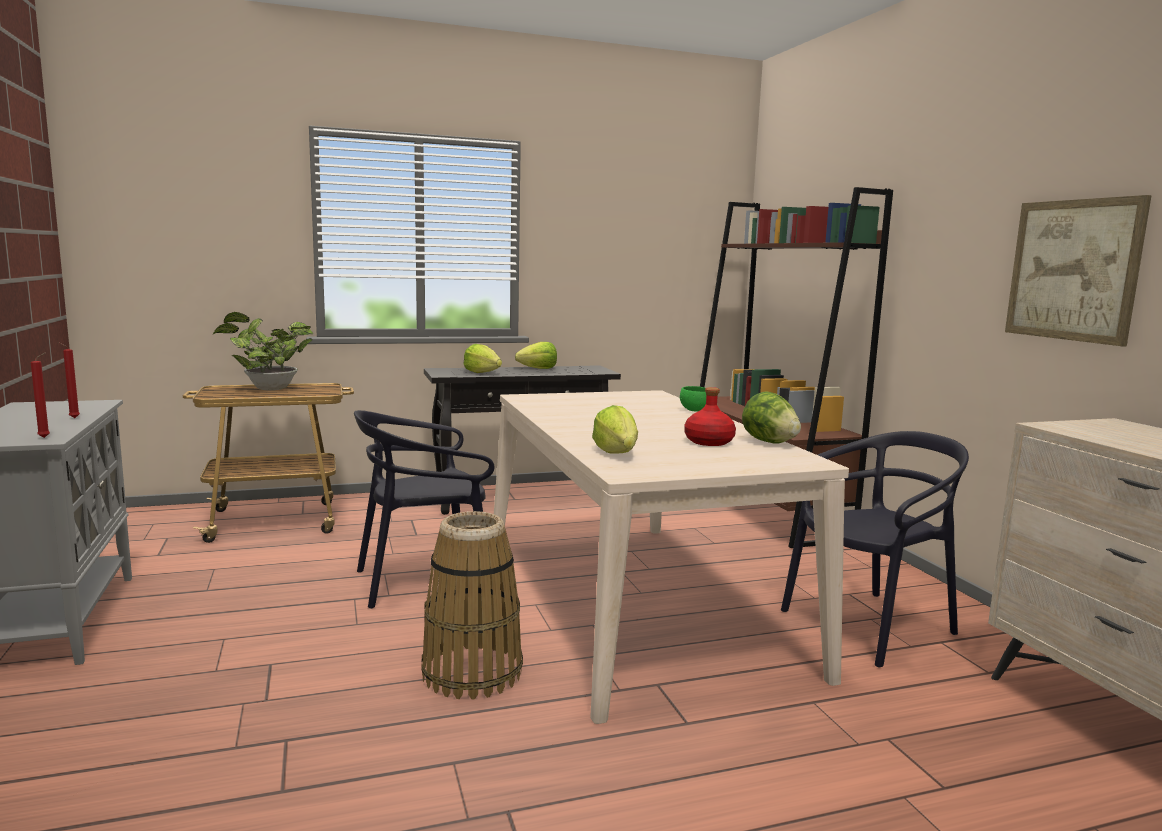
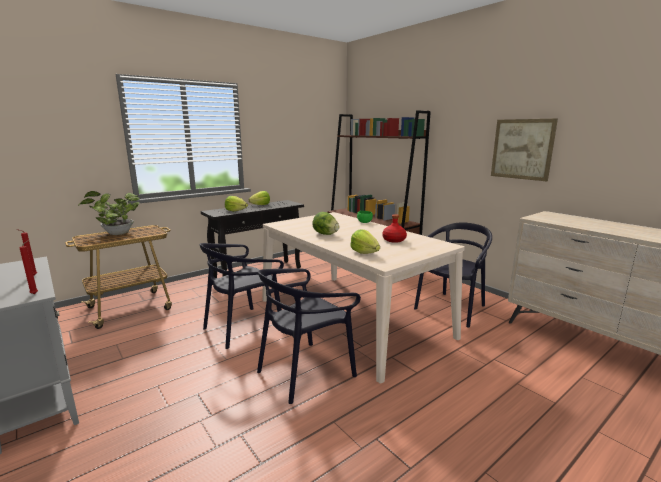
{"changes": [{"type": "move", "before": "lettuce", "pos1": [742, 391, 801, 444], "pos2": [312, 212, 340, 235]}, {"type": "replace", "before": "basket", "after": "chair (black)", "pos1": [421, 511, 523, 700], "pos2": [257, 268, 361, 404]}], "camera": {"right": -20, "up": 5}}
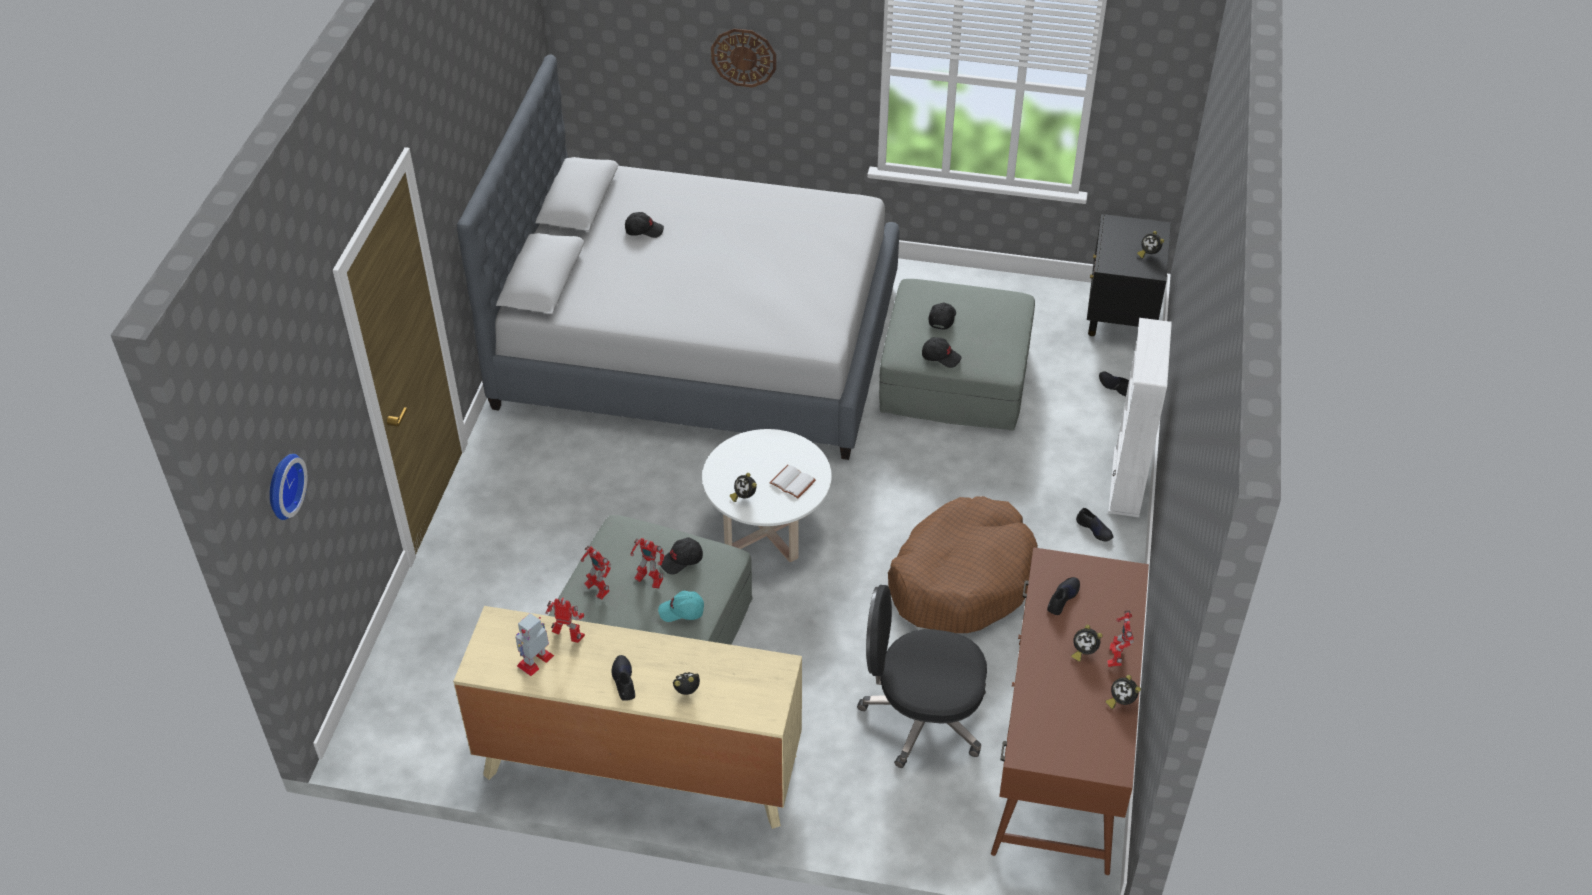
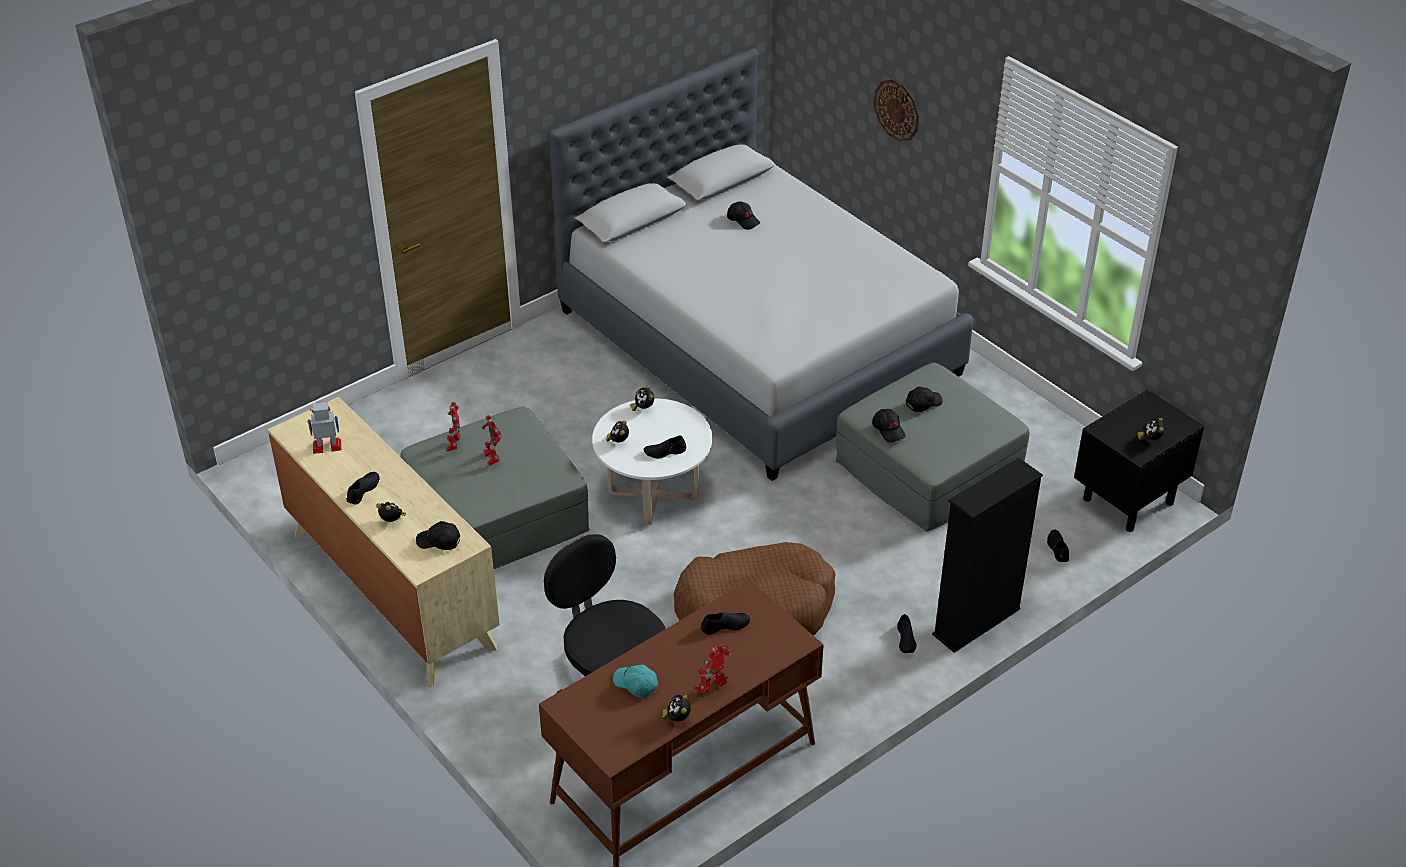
{"changes": [{"type": "delete", "before": "wall clock", "pos1": [270, 454, 307, 520]}, {"type": "delete", "before": "toy robot", "pos1": [545, 598, 585, 643]}, {"type": "move", "before": "cap (turquoise)", "pos1": [658, 591, 704, 622], "pos2": [613, 665, 658, 698]}, {"type": "move", "before": "cap (black)", "pos1": [659, 538, 703, 574], "pos2": [416, 521, 460, 550]}, {"type": "move", "before": "alarm clock", "pos1": [1071, 625, 1102, 662], "pos2": [630, 386, 654, 411]}, {"type": "replace", "before": "book (white)", "after": "shoe (black)", "pos1": [770, 465, 816, 499], "pos2": [643, 436, 686, 458]}, {"type": "recolor", "before": "bookcase (white)", "after": "bookcase (black)", "pos1": [1108, 318, 1172, 517], "pos2": [932, 458, 1043, 653]}], "camera": {"right": 40, "up": -5}}
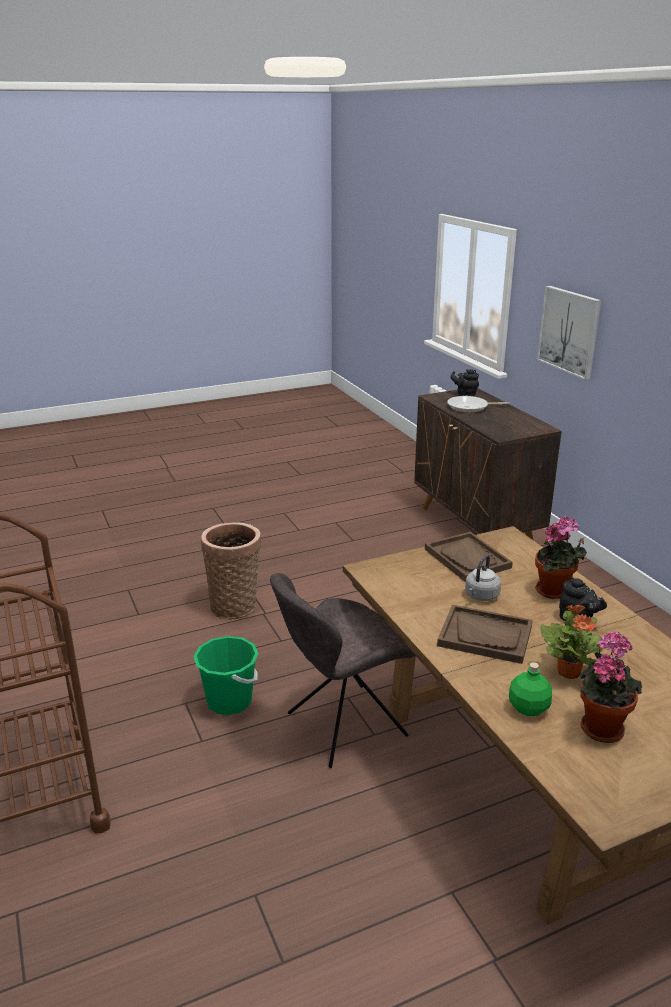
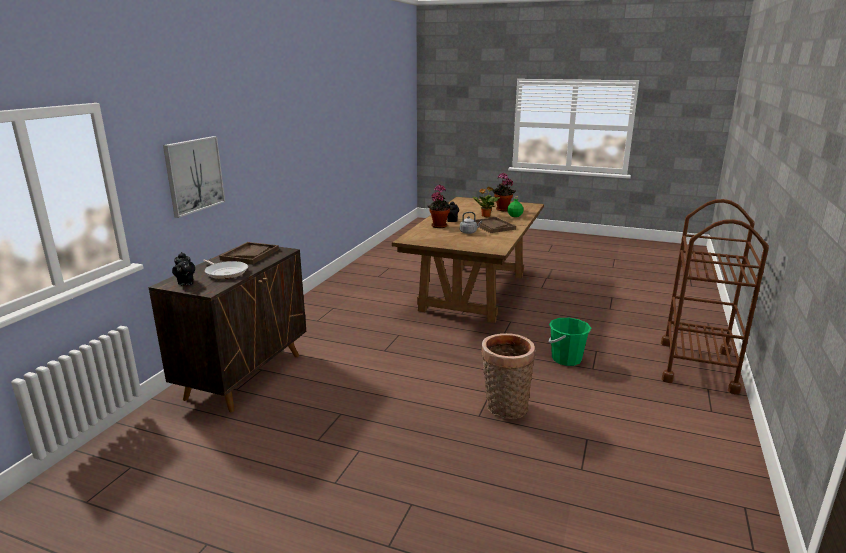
{"changes": [{"type": "delete", "before": "chair (grey)", "pos1": [270, 573, 415, 768]}, {"type": "move", "before": "tray (brown)", "pos1": [425, 532, 513, 582], "pos2": [219, 242, 279, 264]}], "camera": {"right": -135, "up": -5}}
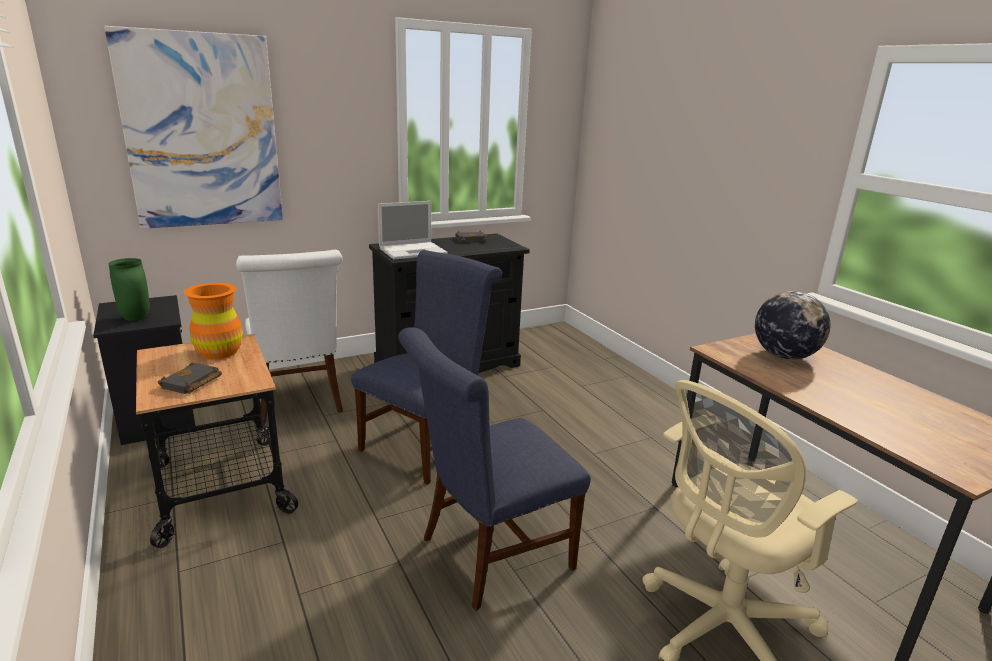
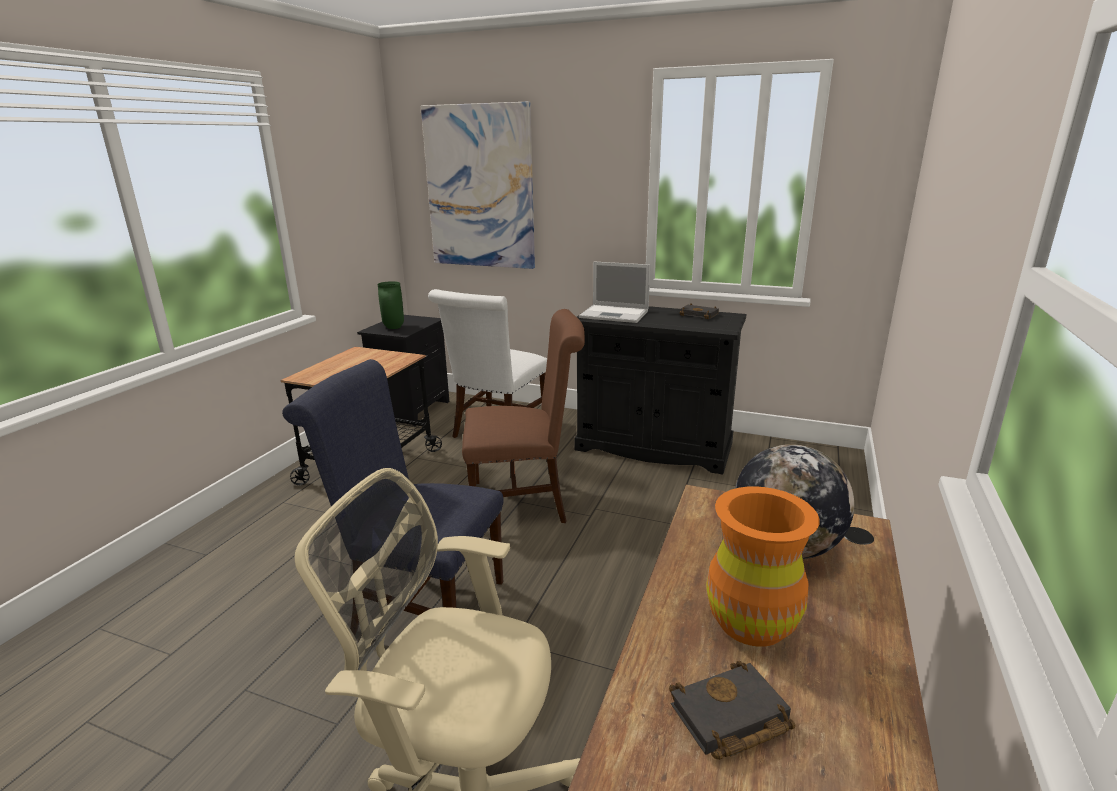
{"changes": [{"type": "move", "before": "book (black)", "pos1": [158, 362, 222, 394], "pos2": [669, 661, 795, 760]}, {"type": "move", "before": "vase (orange)", "pos1": [184, 283, 243, 359], "pos2": [706, 486, 820, 647]}, {"type": "recolor", "before": "chair (blue)", "after": "chair (brown)", "pos1": [351, 250, 502, 485], "pos2": [462, 309, 585, 523]}], "camera": {"right": 50, "up": 0}}
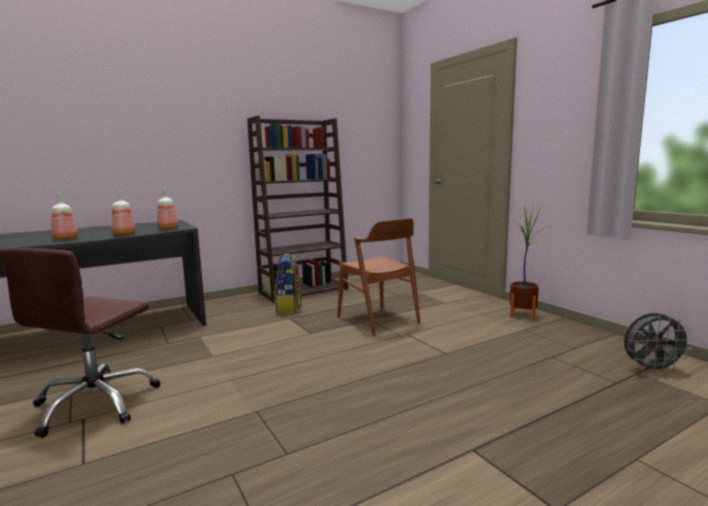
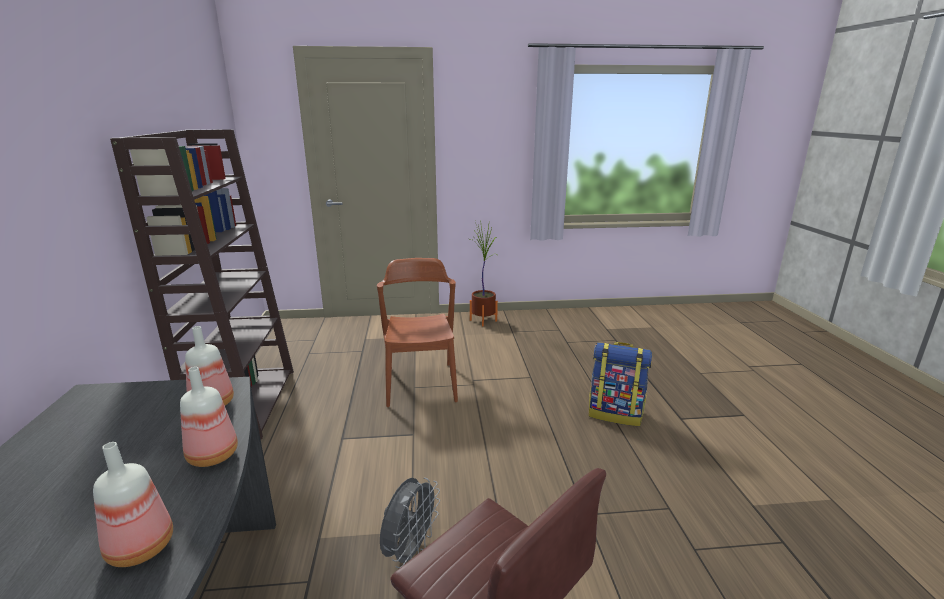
{"changes": [{"type": "move", "before": "backpack", "pos1": [274, 253, 302, 314], "pos2": [589, 342, 652, 426]}, {"type": "move", "before": "fan (grey)", "pos1": [624, 313, 693, 374], "pos2": [380, 477, 440, 568]}, {"type": "rotate", "before": "chair (brown)", "pos1": [337, 218, 421, 336], "pos2": [377, 258, 458, 407], "turn": -90}], "camera": {"right": -65, "up": 10}}
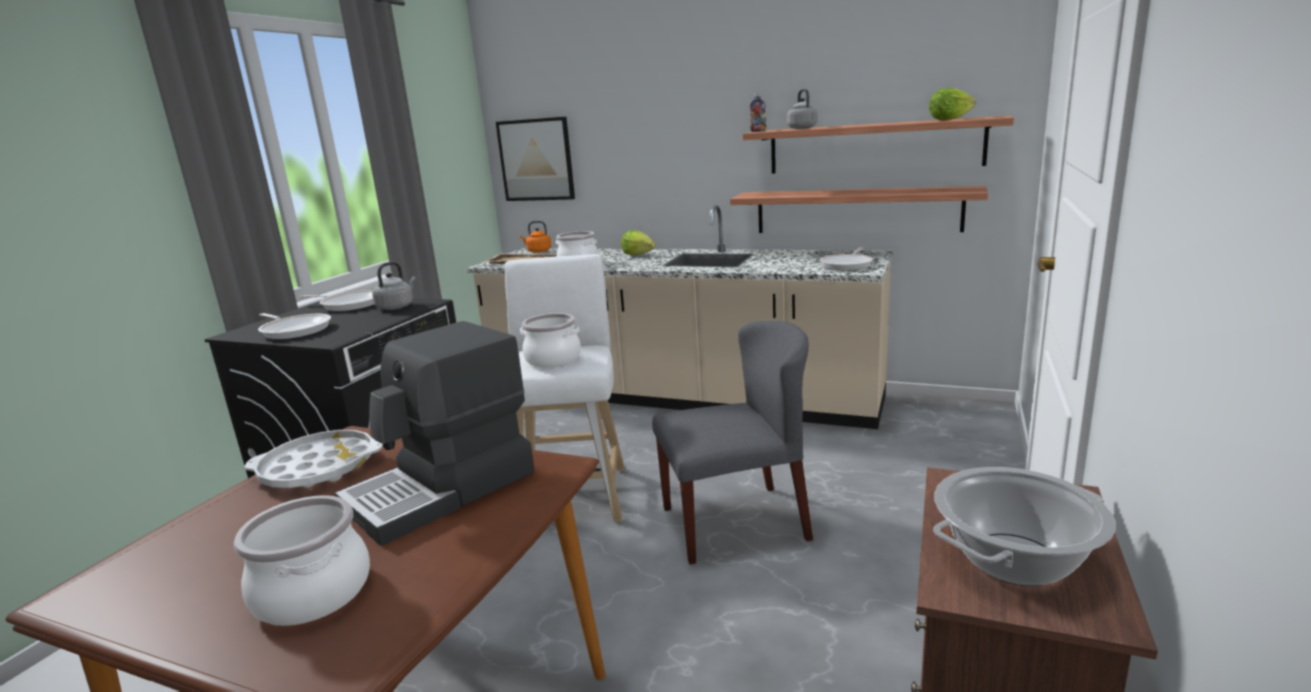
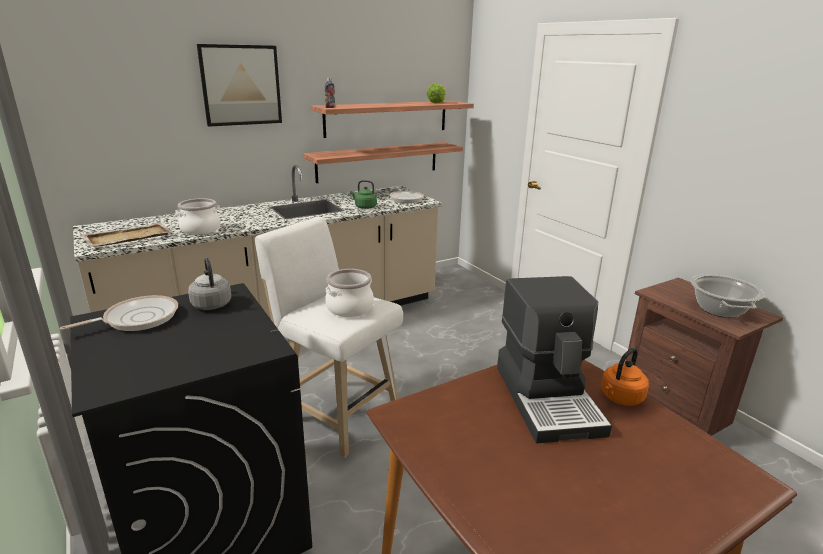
{"changes": [{"type": "delete", "before": "cooking pot", "pos1": [234, 495, 370, 626]}, {"type": "delete", "before": "tray (white)", "pos1": [245, 430, 383, 488]}, {"type": "delete", "before": "frying pan", "pos1": [258, 313, 331, 339]}, {"type": "delete", "before": "lettuce", "pos1": [621, 230, 656, 256]}, {"type": "delete", "before": "chair (grey)", "pos1": [652, 321, 813, 564]}, {"type": "delete", "before": "kettle (grey)", "pos1": [787, 89, 818, 129]}, {"type": "insert", "after": "kettle (green)", "pos2": [350, 180, 377, 209]}, {"type": "move", "before": "picture", "pos1": [496, 117, 575, 201], "pos2": [197, 44, 282, 127]}, {"type": "move", "before": "kettle (orange)", "pos1": [520, 221, 551, 253], "pos2": [601, 348, 649, 405]}], "camera": {"right": -55, "up": 5}}
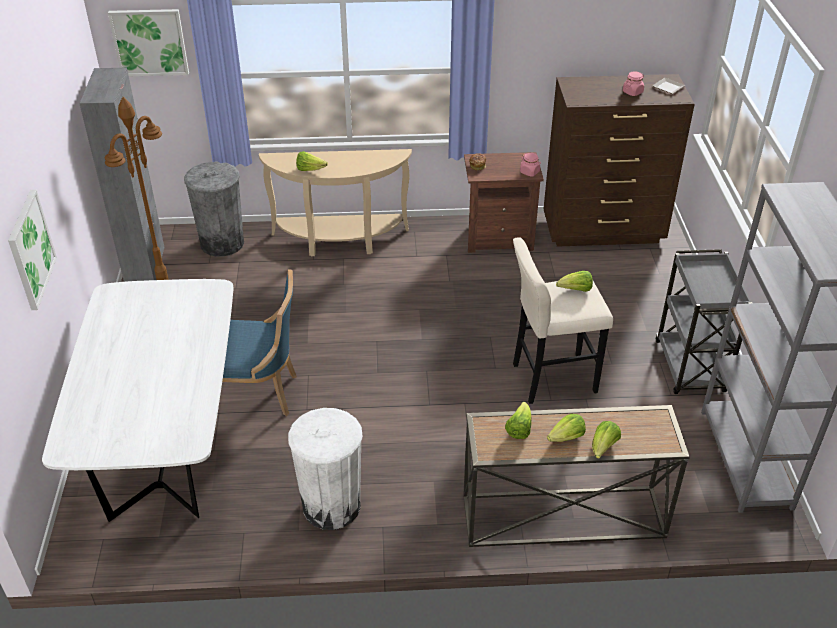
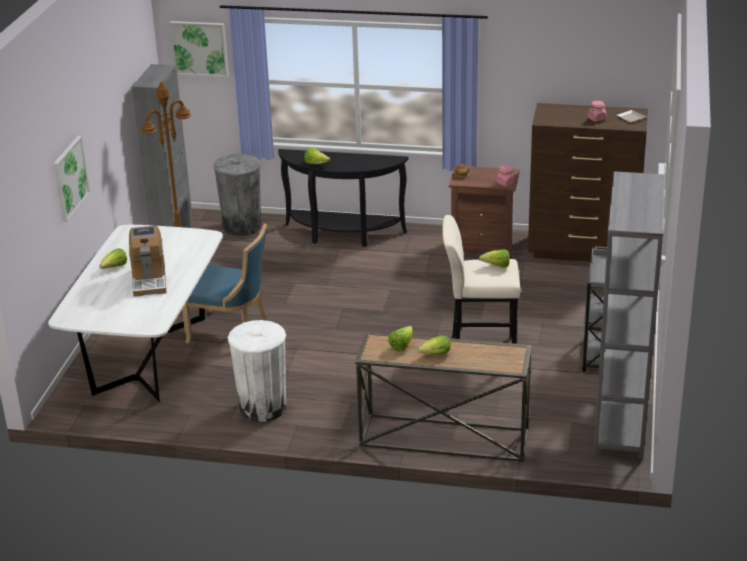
{"changes": [{"type": "insert", "after": "coffee machine", "pos2": [129, 225, 166, 297]}, {"type": "move", "before": "lettuce", "pos1": [592, 421, 621, 459], "pos2": [100, 248, 127, 269]}, {"type": "recolor", "before": "console table (beige)", "after": "console table (black)", "pos1": [259, 149, 412, 257], "pos2": [278, 149, 409, 247]}], "camera": {"right": 15, "up": -10}}
